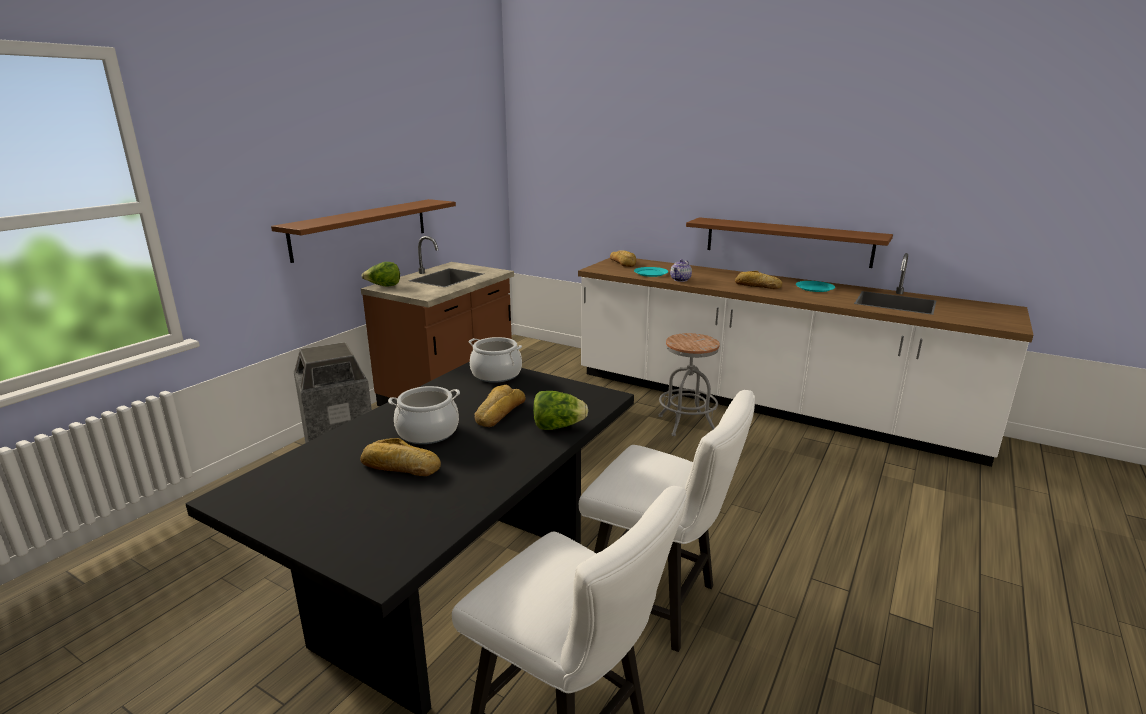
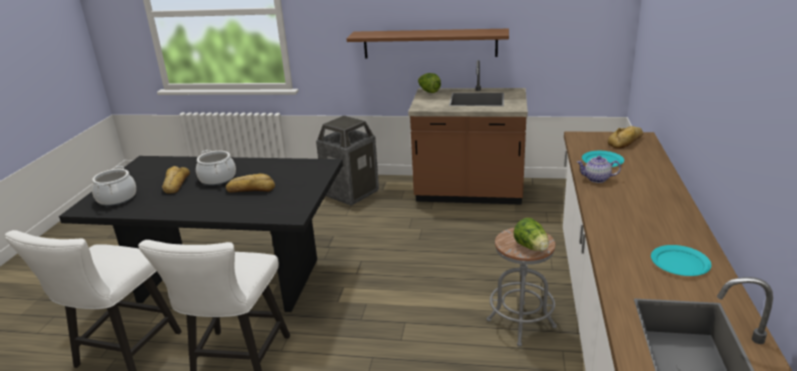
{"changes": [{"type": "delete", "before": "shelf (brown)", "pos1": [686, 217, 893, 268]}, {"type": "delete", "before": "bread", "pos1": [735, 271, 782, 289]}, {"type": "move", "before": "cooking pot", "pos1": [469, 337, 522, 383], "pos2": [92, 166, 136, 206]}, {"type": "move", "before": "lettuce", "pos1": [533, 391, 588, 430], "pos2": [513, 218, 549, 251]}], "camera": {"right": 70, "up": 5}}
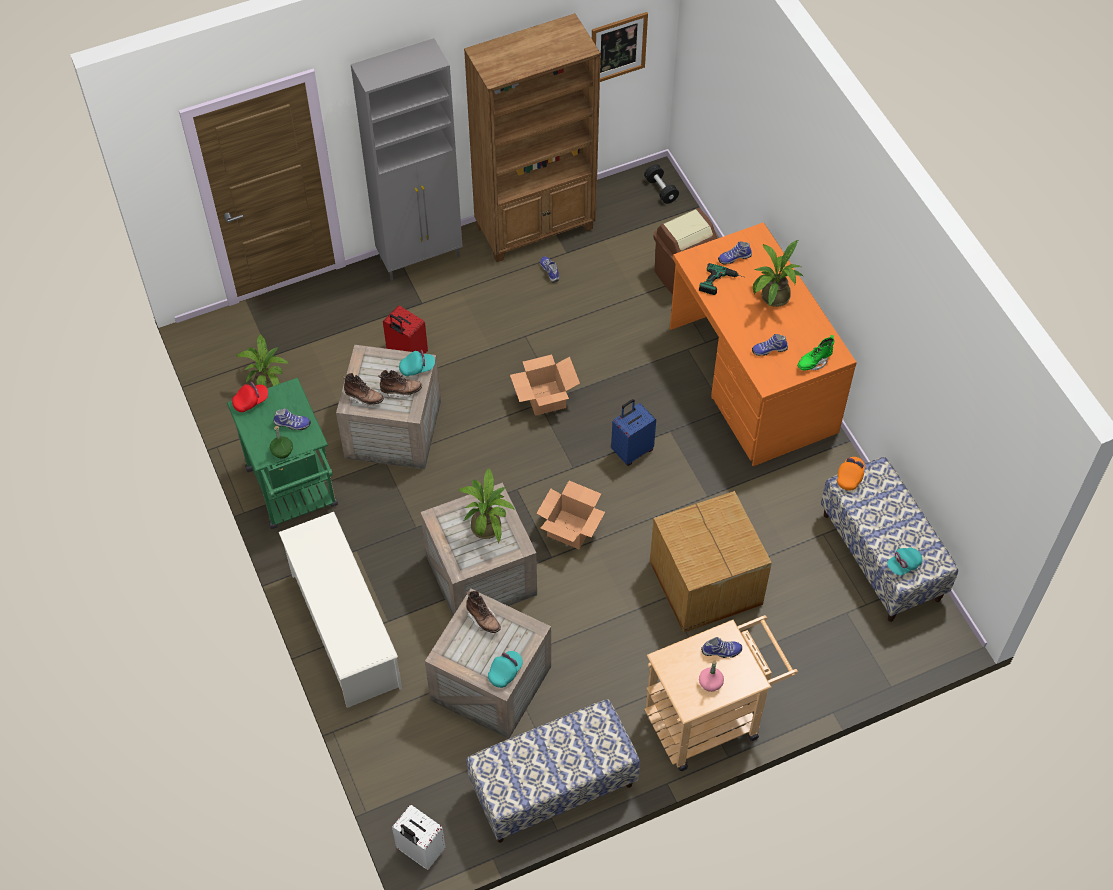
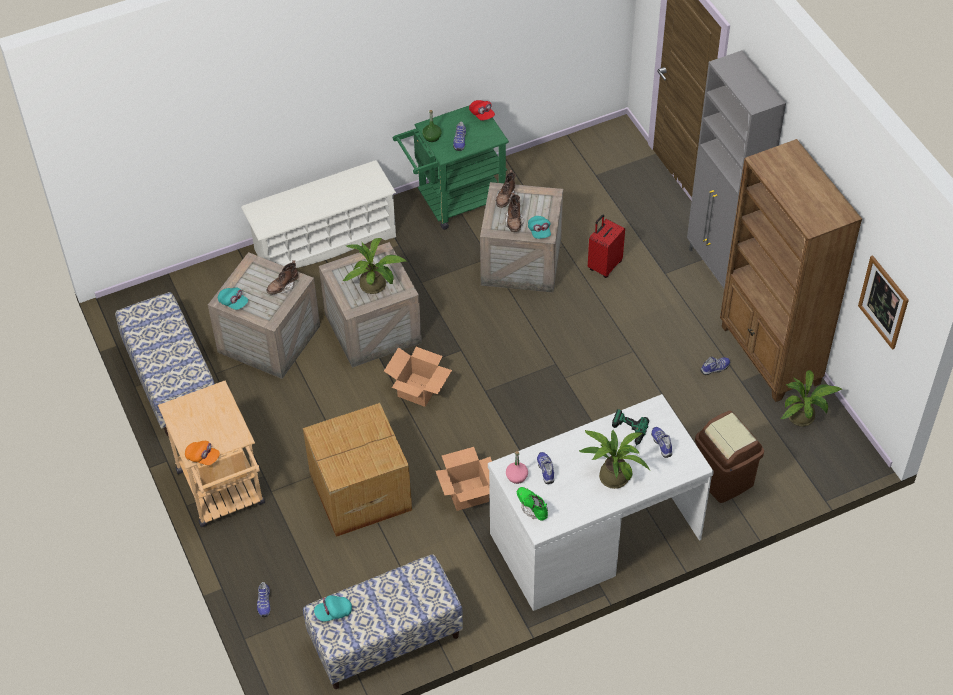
{"changes": [{"type": "delete", "before": "suitcase (white)", "pos1": [392, 805, 446, 870]}, {"type": "delete", "before": "suitcase (blue)", "pos1": [611, 399, 656, 466]}, {"type": "delete", "before": "dumbbell (black)", "pos1": [644, 164, 679, 204]}, {"type": "move", "before": "potted plant", "pos1": [236, 334, 289, 388], "pos2": [781, 370, 843, 426]}, {"type": "move", "before": "cardboard box", "pos1": [510, 354, 580, 416], "pos2": [436, 447, 492, 511]}, {"type": "move", "before": "bottle (pink)", "pos1": [699, 660, 724, 692], "pos2": [506, 451, 528, 484]}, {"type": "move", "before": "shoe", "pos1": [701, 637, 742, 658], "pos2": [257, 582, 271, 617]}, {"type": "move", "before": "cap (orange)", "pos1": [837, 457, 865, 491], "pos2": [185, 441, 220, 465]}, {"type": "recolor", "before": "desk (orange)", "after": "desk (white)", "pos1": [670, 222, 857, 466], "pos2": [488, 394, 714, 611]}, {"type": "rotate", "before": "cap (turquoise)", "pos1": [887, 548, 923, 576], "pos2": [314, 596, 352, 622], "turn": -75}], "camera": {"right": 90, "up": -5}}
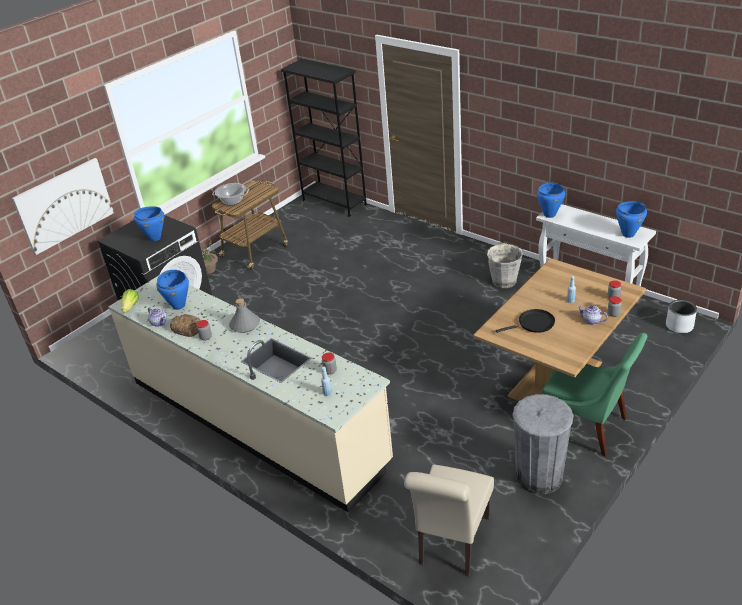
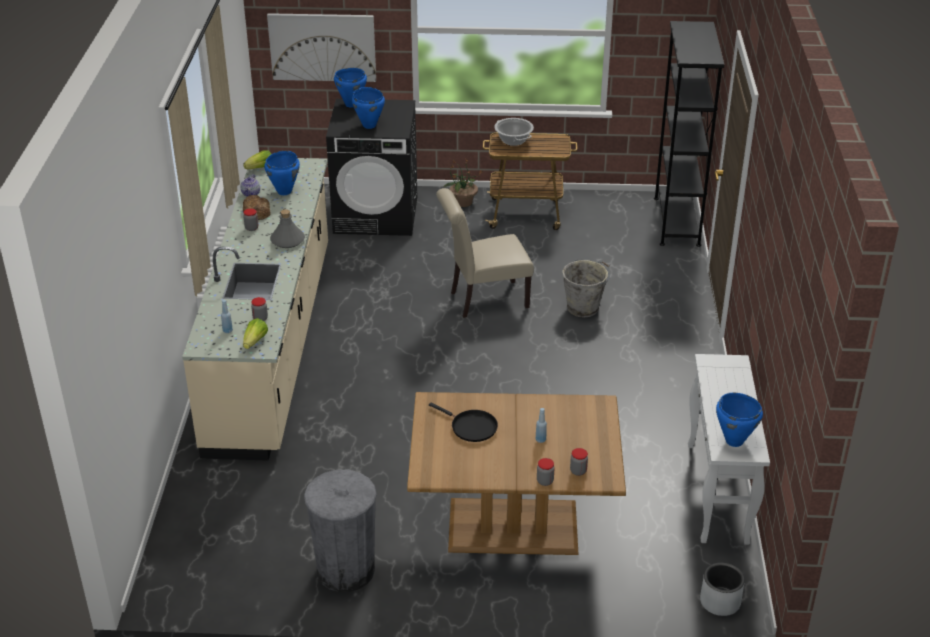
{"changes": [{"type": "delete", "before": "chair (green)", "pos1": [542, 333, 647, 457]}, {"type": "delete", "before": "teapot", "pos1": [577, 306, 608, 325]}, {"type": "insert", "after": "lettuce", "pos2": [243, 318, 268, 349]}, {"type": "move", "before": "chair (beige)", "pos1": [404, 464, 494, 577], "pos2": [436, 188, 534, 318]}, {"type": "move", "before": "bucket (grey)", "pos1": [485, 242, 524, 288], "pos2": [562, 259, 610, 318]}, {"type": "move", "before": "cooking pot (blue)", "pos1": [537, 182, 565, 218], "pos2": [334, 68, 367, 107]}], "camera": {"right": 50, "up": 0}}
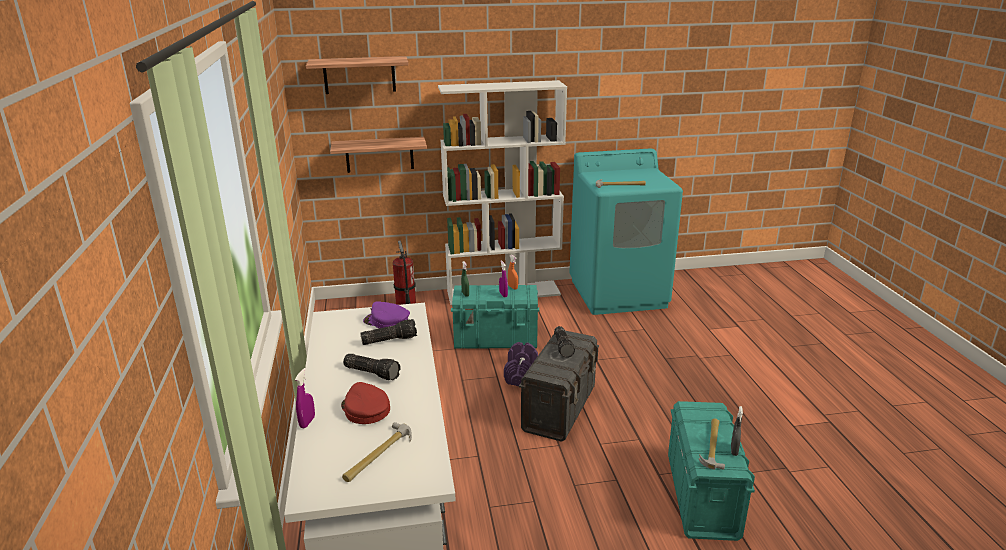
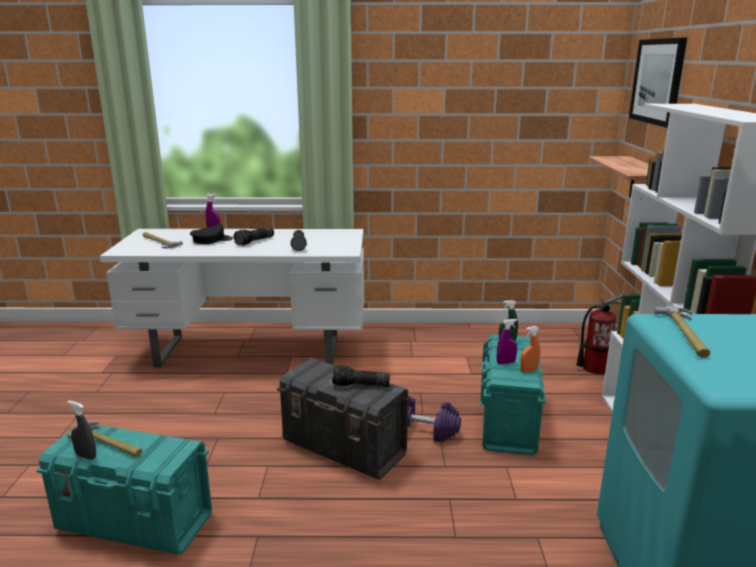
{"changes": [{"type": "delete", "before": "cap (purple)", "pos1": [363, 301, 410, 328]}, {"type": "replace", "before": "shelf", "after": "picture", "pos1": [306, 56, 409, 94], "pos2": [629, 38, 687, 128]}, {"type": "recolor", "before": "cap (red)", "after": "cap (black)", "pos1": [341, 382, 390, 424], "pos2": [190, 224, 233, 244]}], "camera": {"right": 100, "up": -5}}
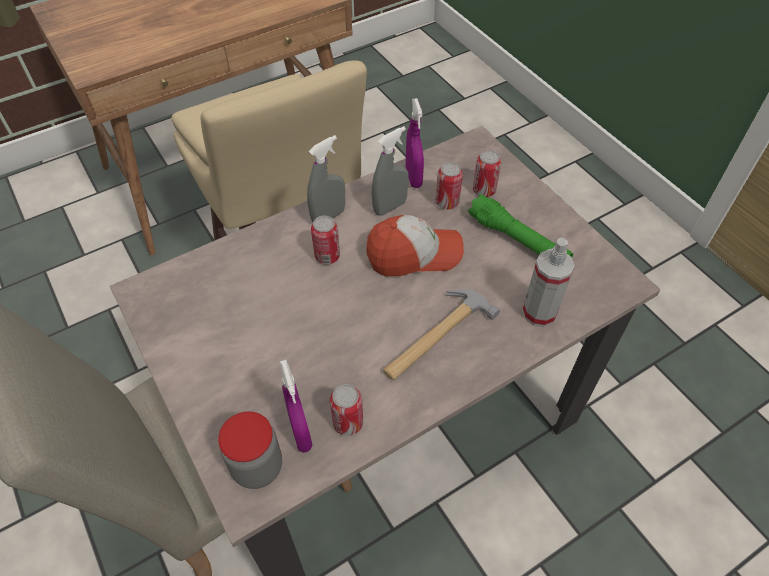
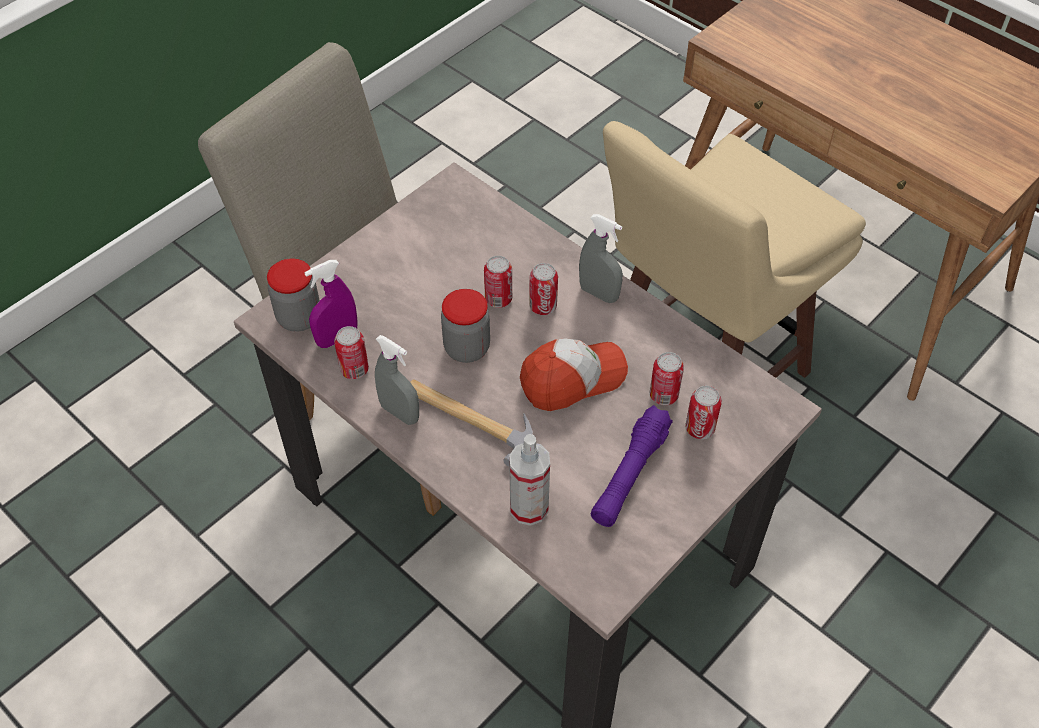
{"changes": [{"type": "delete", "before": "spray bottle (purple)", "pos1": [406, 98, 424, 188]}, {"type": "insert", "after": "jar", "pos2": [441, 289, 490, 363]}, {"type": "insert", "after": "can", "pos2": [484, 256, 512, 308]}, {"type": "move", "before": "spray bottle (grey)", "pos1": [371, 126, 408, 216], "pos2": [375, 335, 419, 425]}, {"type": "recolor", "before": "flashlight (green)", "after": "flashlight (purple)", "pos1": [468, 194, 573, 257], "pos2": [591, 405, 673, 527]}, {"type": "rotate", "before": "cap", "pos1": [366, 215, 464, 276], "pos2": [520, 338, 628, 411], "turn": -90}], "camera": {"right": 75, "up": 0}}
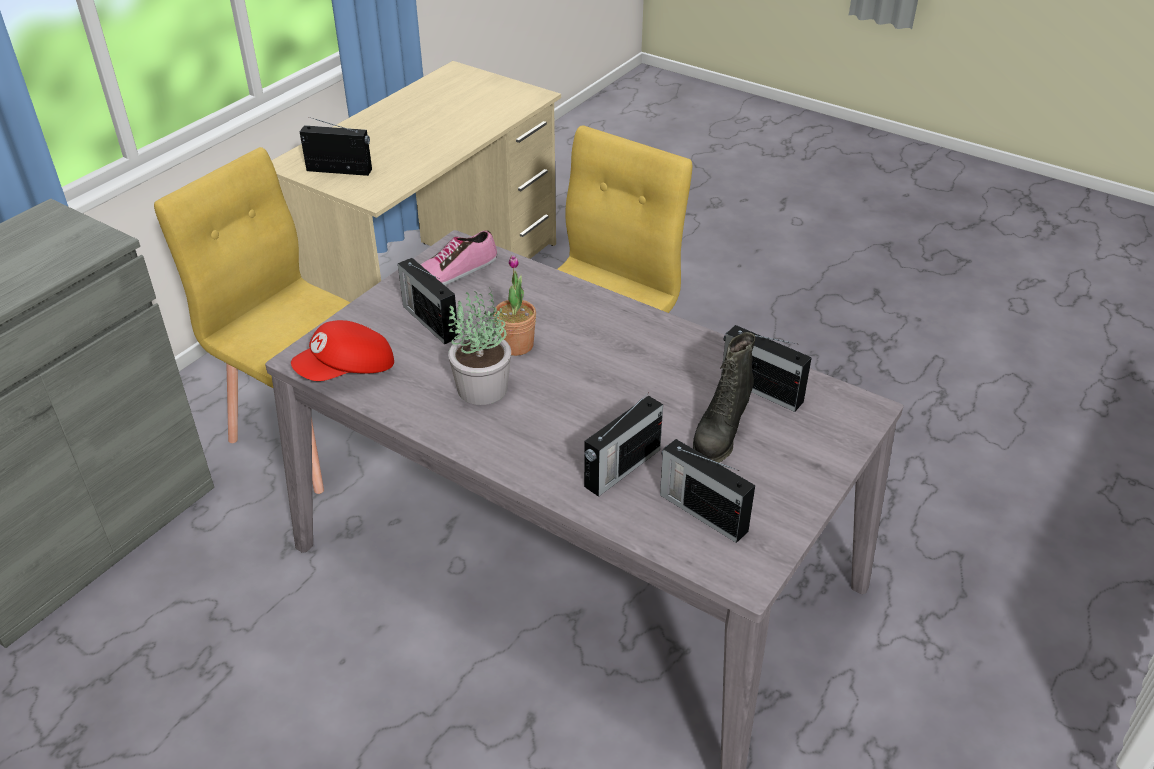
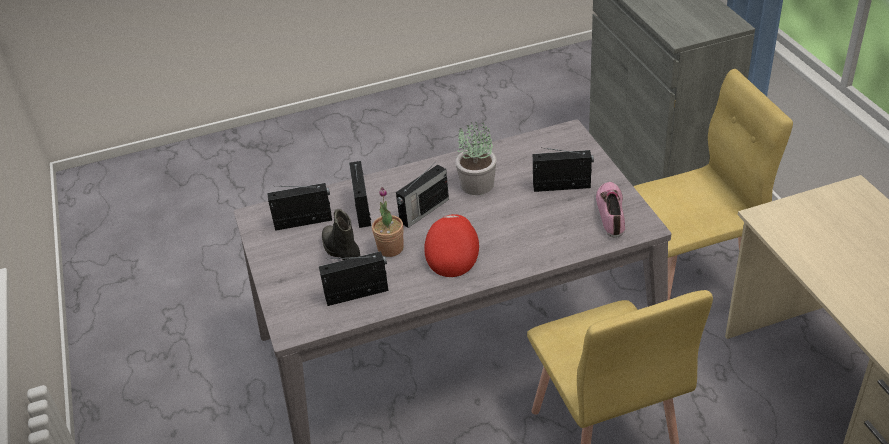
{"changes": [{"type": "move", "before": "cap (red)", "pos1": [291, 320, 394, 381], "pos2": [424, 214, 479, 277]}, {"type": "move", "before": "radio", "pos1": [300, 117, 372, 176], "pos2": [396, 165, 449, 228]}, {"type": "move", "before": "potted plant", "pos1": [493, 255, 536, 356], "pos2": [372, 187, 404, 257]}], "camera": {"right": 130, "up": 0}}
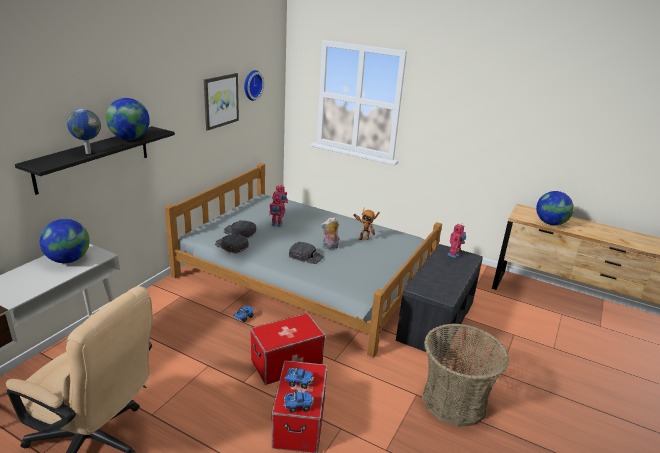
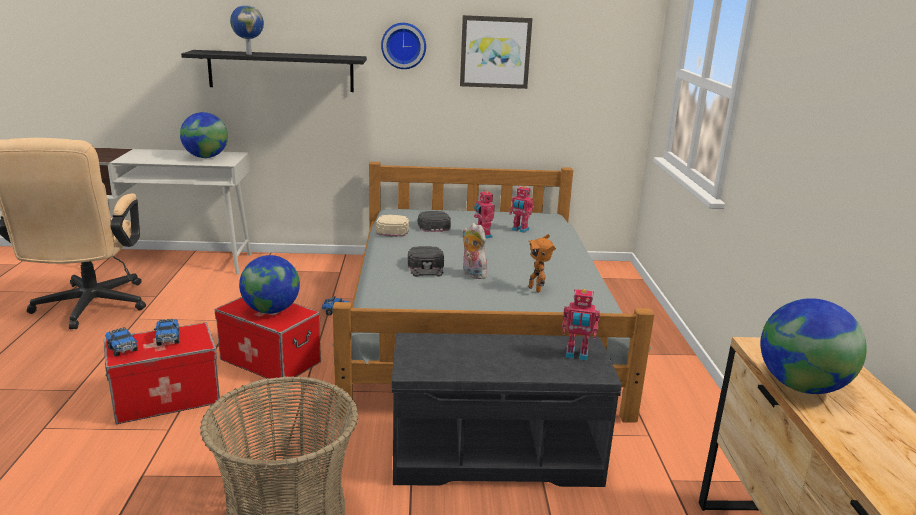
{"changes": [{"type": "move", "before": "globe", "pos1": [106, 98, 150, 140], "pos2": [239, 255, 300, 314]}, {"type": "move", "before": "wall clock", "pos1": [244, 70, 264, 101], "pos2": [381, 23, 426, 69]}, {"type": "recolor", "before": "cap (black)", "after": "cap (beige)", "pos1": [215, 234, 249, 254], "pos2": [376, 215, 409, 237]}], "camera": {"right": 60, "up": -5}}
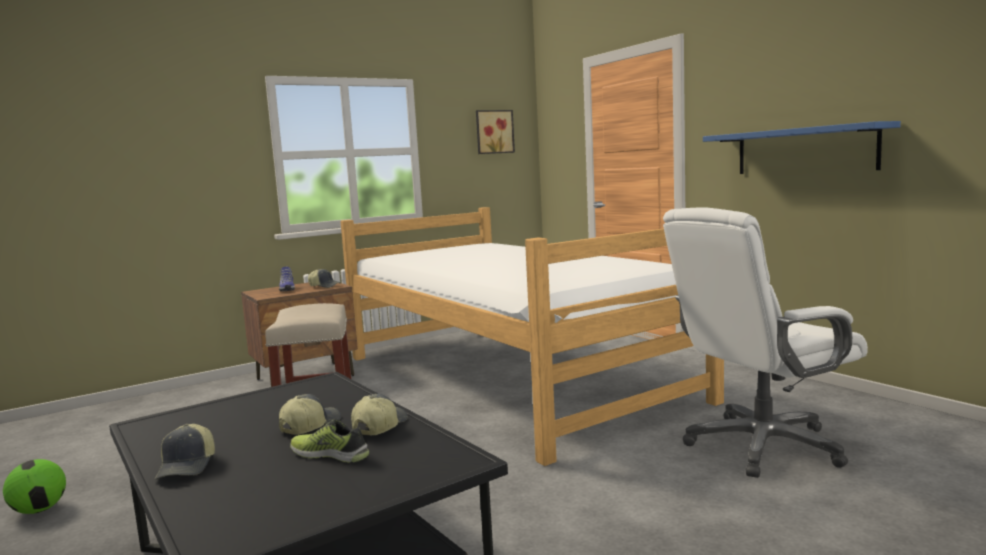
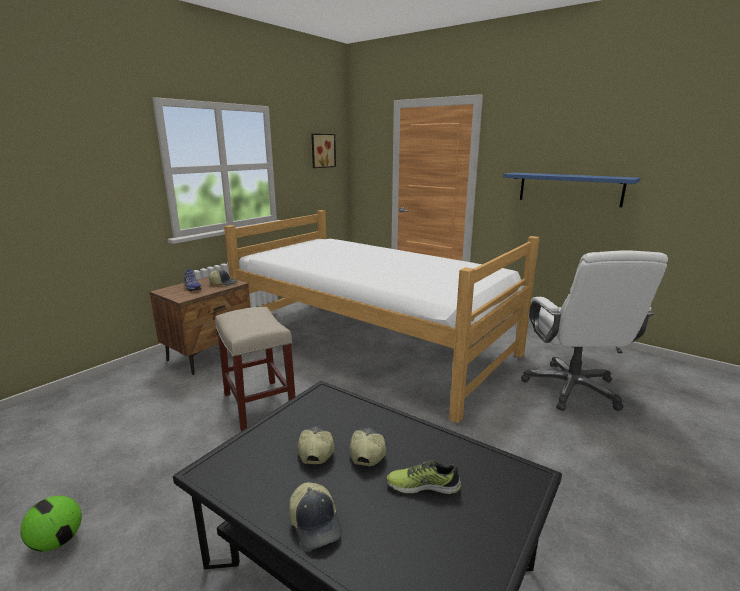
{"changes": [{"type": "move", "before": "cap", "pos1": [351, 394, 408, 435], "pos2": [298, 426, 335, 464]}, {"type": "rotate", "before": "office chair (white)", "pos1": [663, 207, 868, 478], "pos2": [521, 250, 668, 411], "turn": -45}], "camera": {"right": -20, "up": 10}}
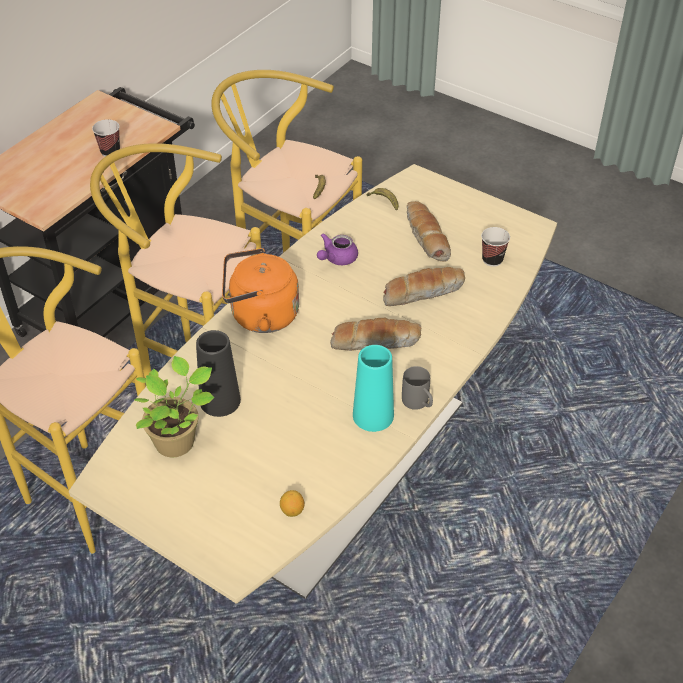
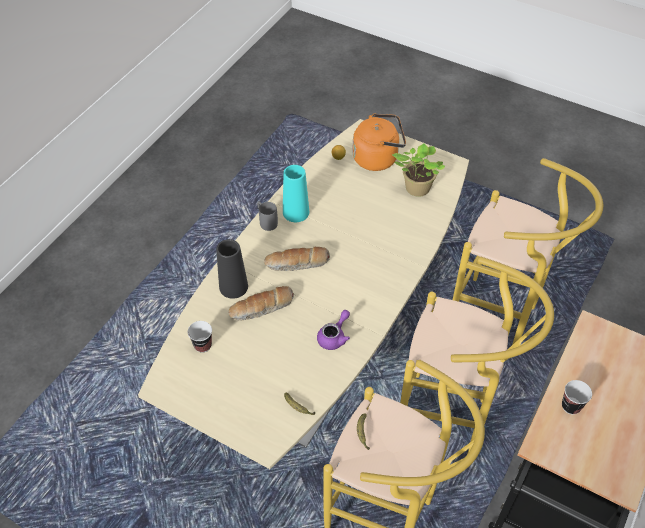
{"changes": [{"type": "delete", "before": "bread", "pos1": [407, 201, 451, 262]}, {"type": "move", "before": "vase (black)", "pos1": [196, 330, 241, 417], "pos2": [216, 239, 248, 299]}, {"type": "move", "before": "kettle (orange)", "pos1": [222, 248, 299, 333], "pos2": [352, 113, 406, 171]}], "camera": {"right": 175, "up": 5}}
